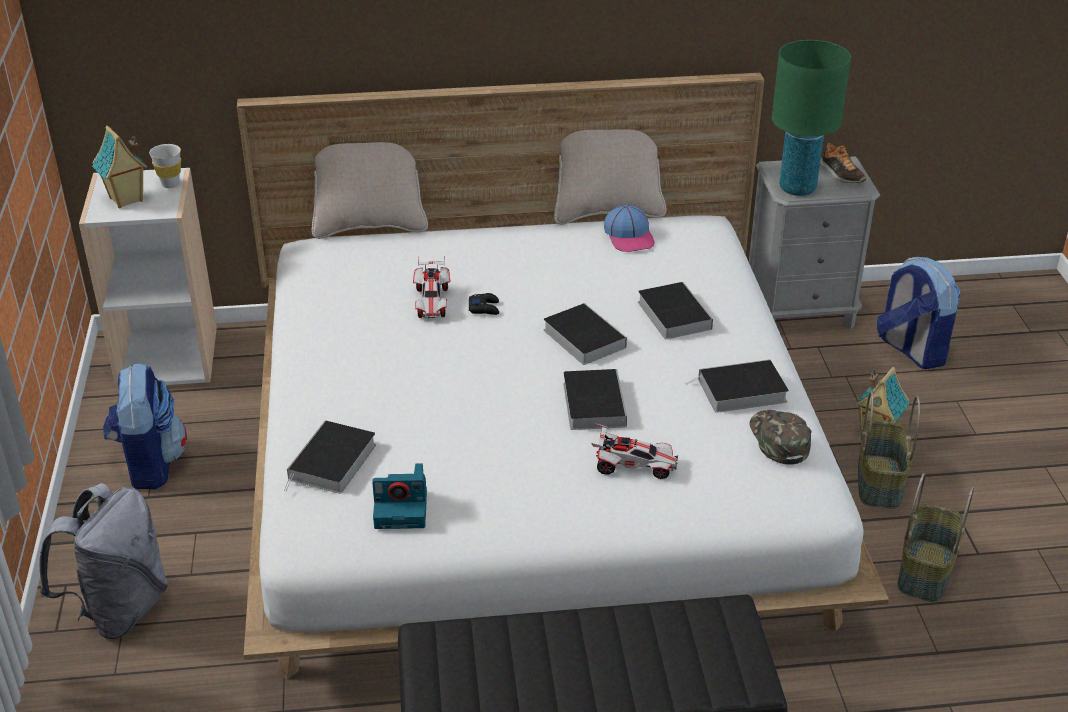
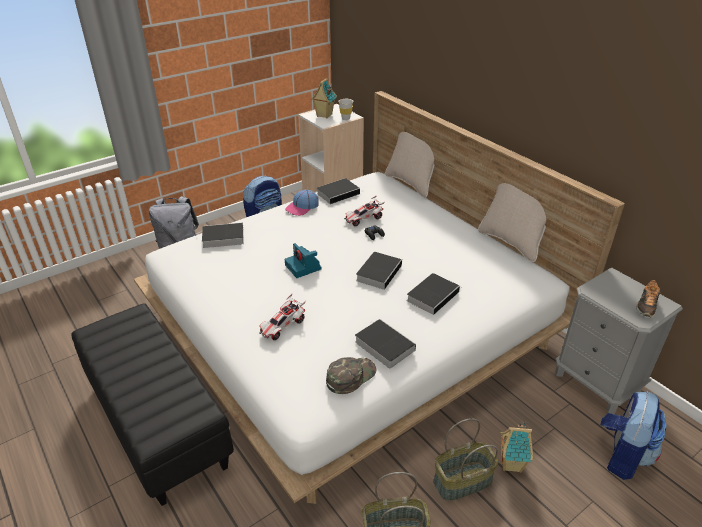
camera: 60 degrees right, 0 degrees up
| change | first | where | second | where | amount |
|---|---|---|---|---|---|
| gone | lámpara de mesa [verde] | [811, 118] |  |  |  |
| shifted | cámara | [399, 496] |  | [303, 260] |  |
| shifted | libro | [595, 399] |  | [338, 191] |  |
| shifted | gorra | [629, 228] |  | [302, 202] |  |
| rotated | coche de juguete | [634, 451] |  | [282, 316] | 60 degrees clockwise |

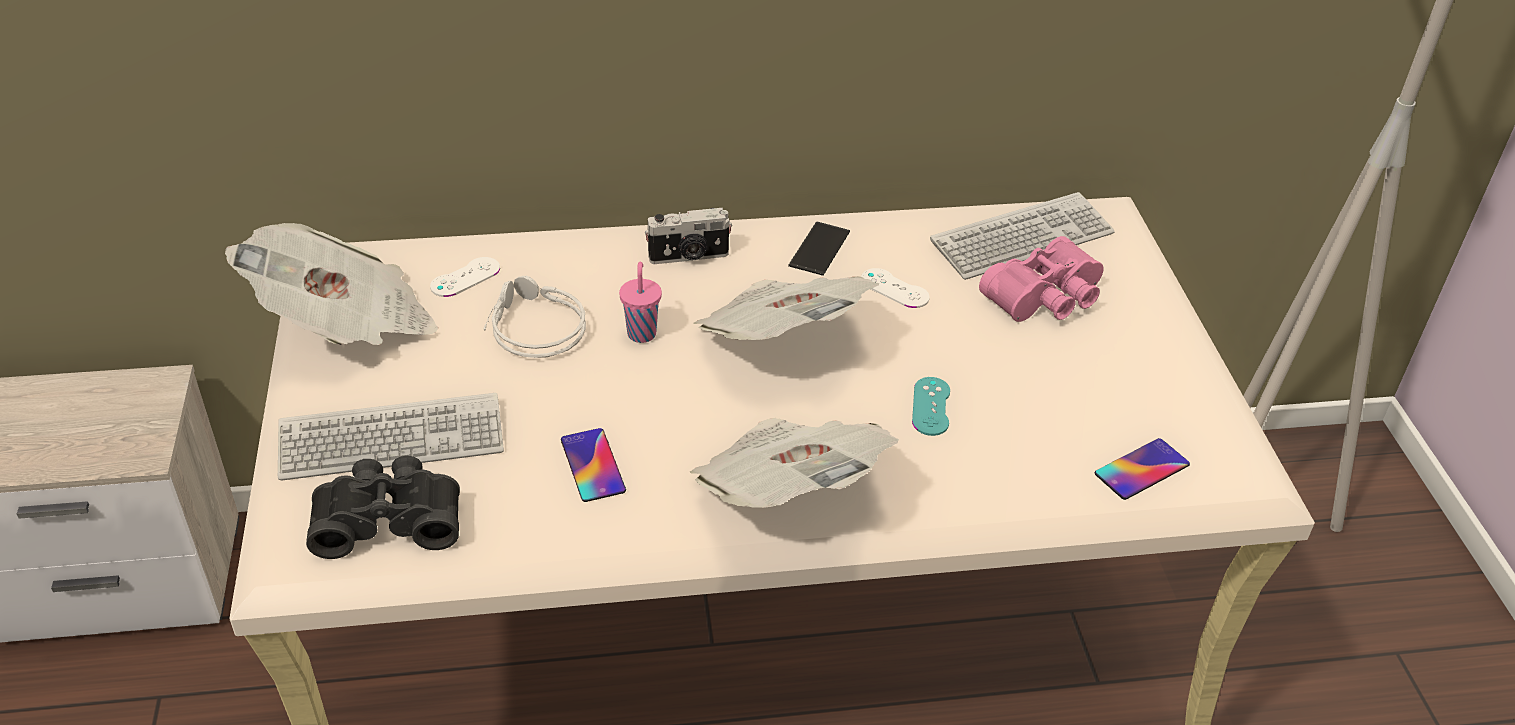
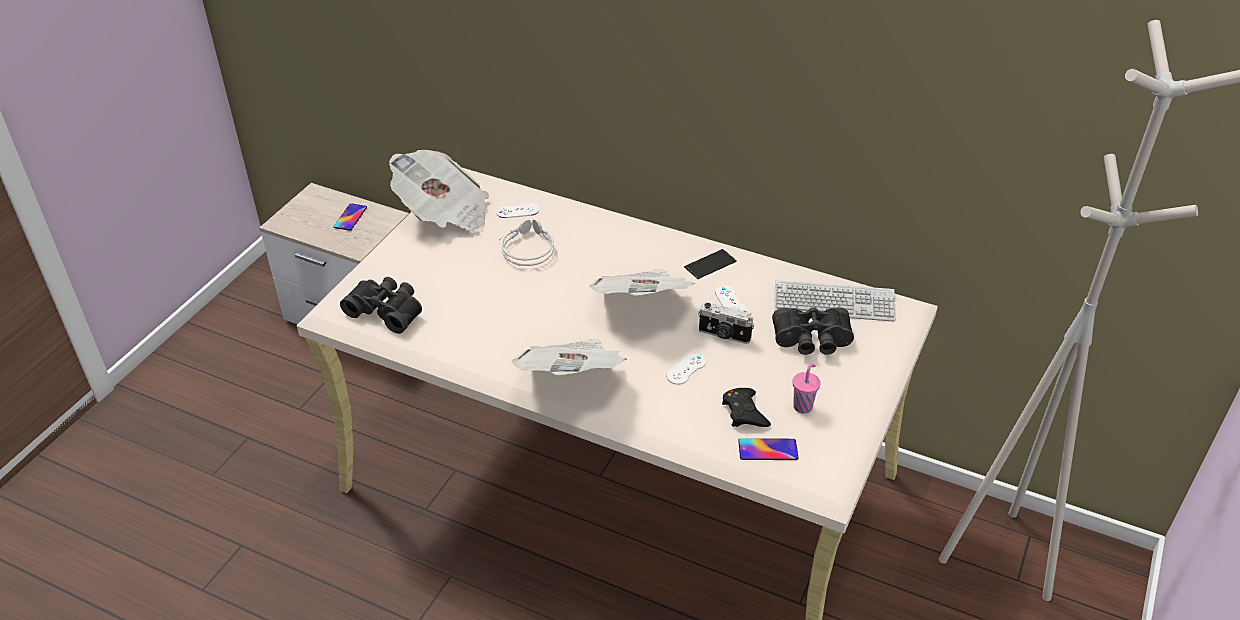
camera: 35 degrees right, 0 degrees up
| change | first | where | second | where | amount |
|---|---|---|---|---|---|
| gone | teclado | [391, 436] |  |  |  |
| new |  |  | mando de consola [negro] | [746, 407] |  |
| shifted | móvil | [593, 465] |  | [350, 217] |  |
| shifted | taza [rosa] | [640, 302] |  | [806, 389] |  |
| shifted | cámara | [688, 236] |  | [726, 323] |  |
| repainted | mando de consola [turquesa] | [931, 406] | mando de consola [blanco] | [686, 369] |  |
| repainted | prismáticos [rosa] | [1041, 279] | prismáticos [negro] | [813, 331] |  |

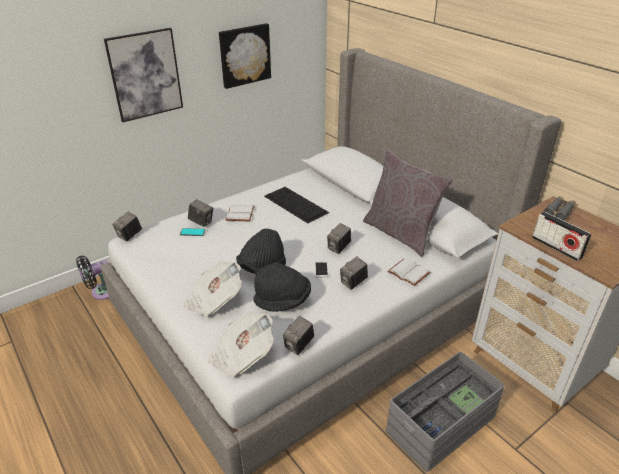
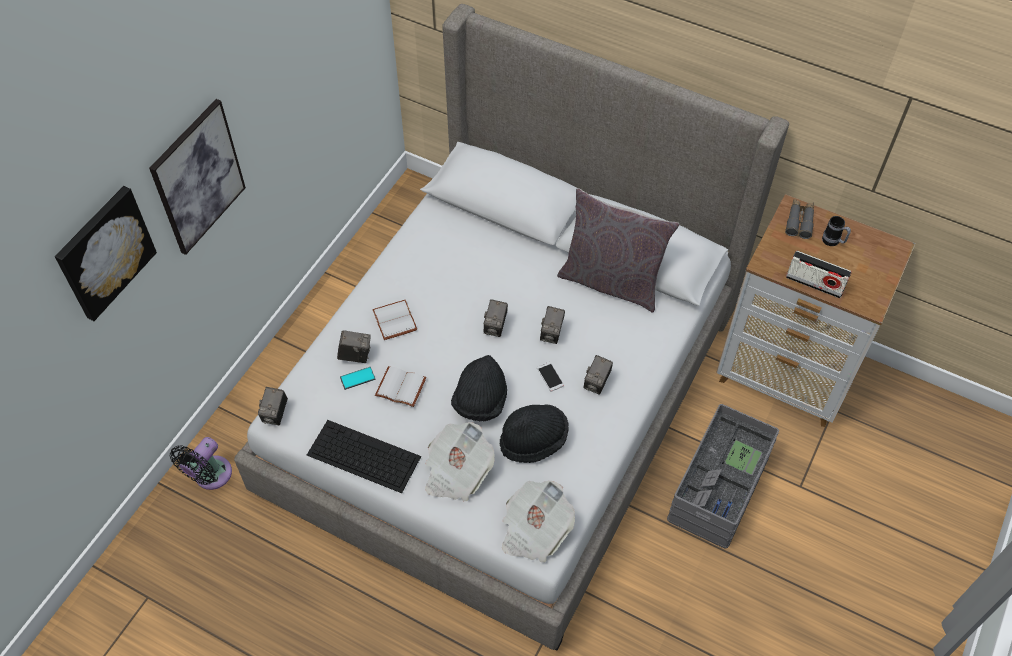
camera: 25 degrees left, 20 degrees up
| change | first | where | second | where | amount |
|---|---|---|---|---|---|
| new |  |  | taza grande | [836, 231] |  |
| shifted | cuadro | [245, 56] |  | [106, 253] |  |
| shifted | teclado | [296, 205] |  | [364, 456] |  |
| shifted | cámara | [298, 335] |  | [496, 318] |  |
| shifted | libro [blanco] | [408, 272] |  | [401, 386] |  |

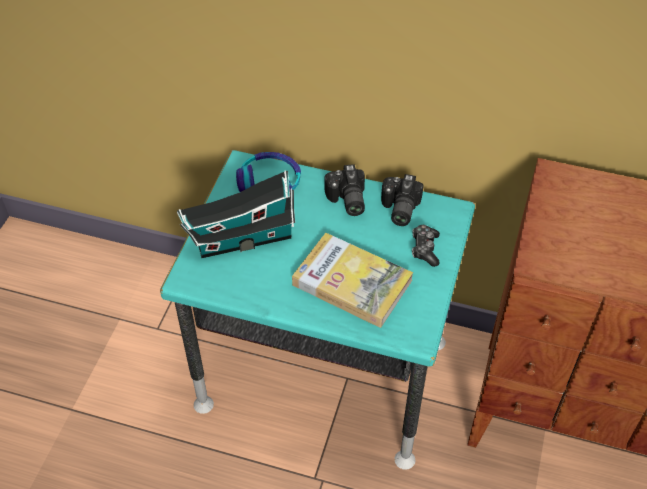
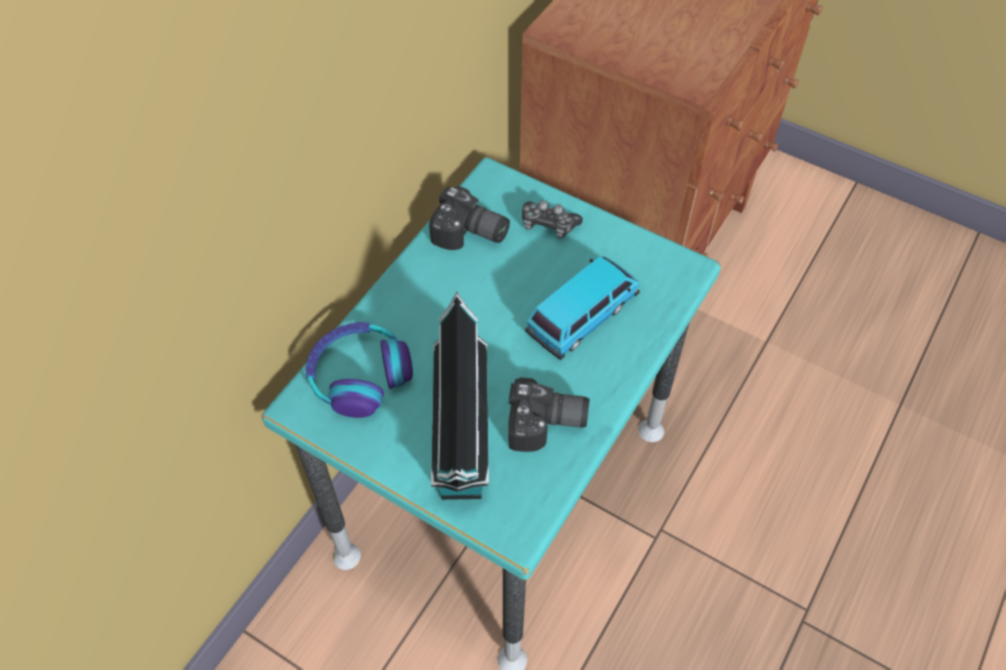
camera: 75 degrees left, 5 degrees up
| change | first | where | second | where | amount |
|---|---|---|---|---|---|
| shifted | cámara | [344, 190] |  | [549, 414] |  |
| swapped | libro | [352, 280] | coche de juguete | [582, 308] |  |

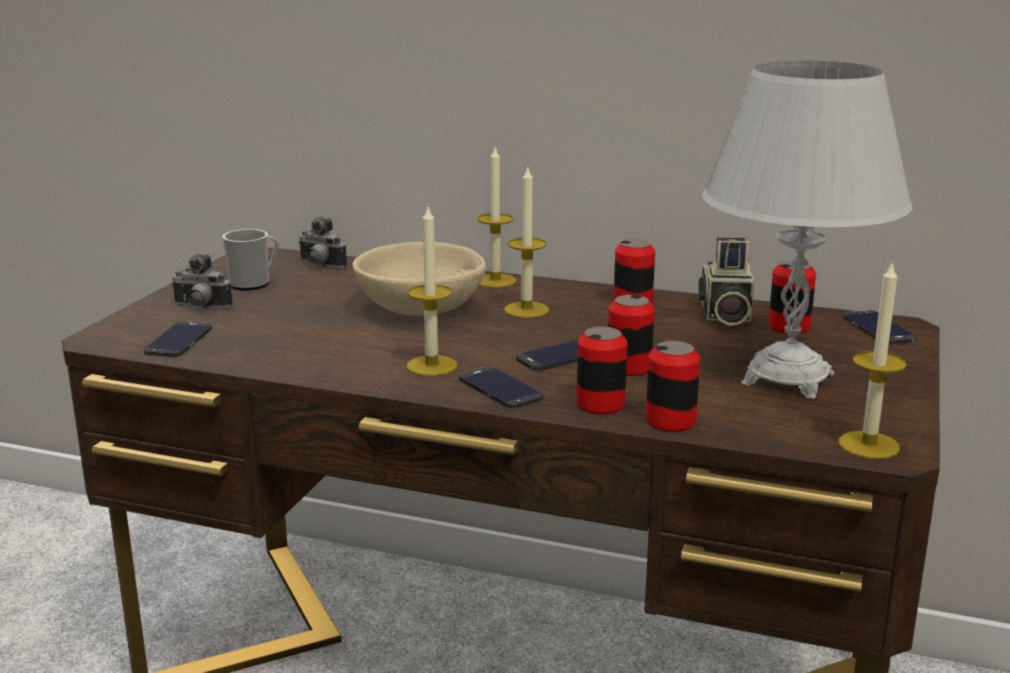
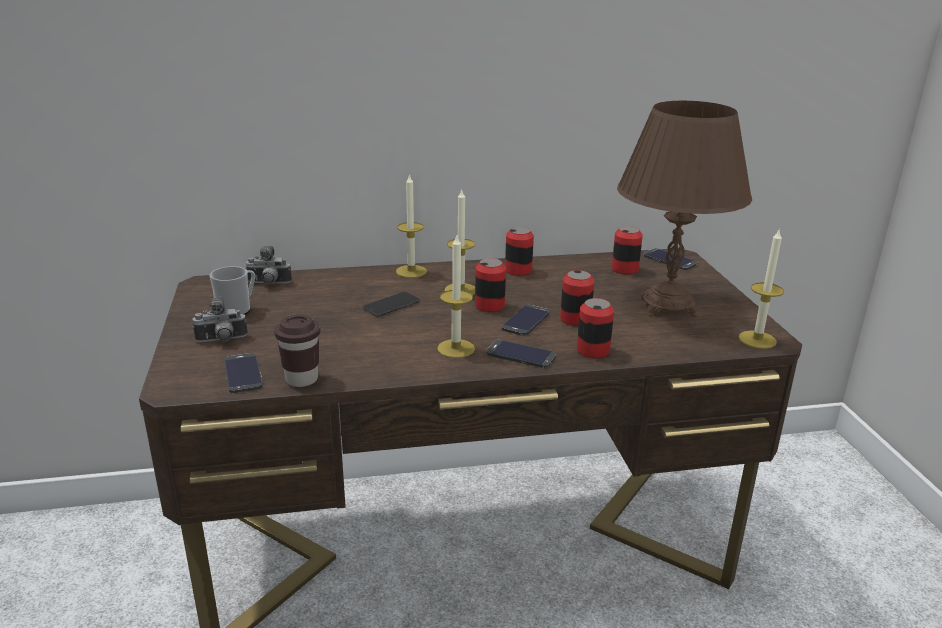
camera: 30 degrees left, 5 degrees up
| change | first | where | second | where | amount |
|---|---|---|---|---|---|
| gone | cámara | [726, 281] |  |  |  |
| new |  |  | taza [marrón] | [297, 350] |  |
| shifted | lata | [673, 386] |  | [490, 285] |  |
| swapped | cuenco [beis] | [419, 279] | móvil | [391, 304] |  |
| repainted | lámpara de mesa [blanco] | [807, 229] | lámpara de mesa [marrón] | [684, 209] |  |

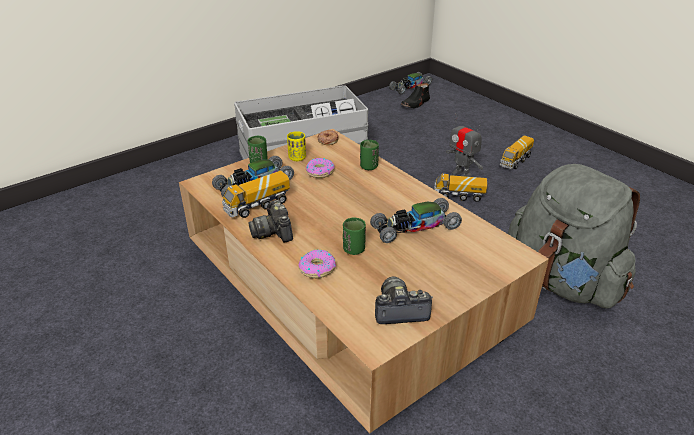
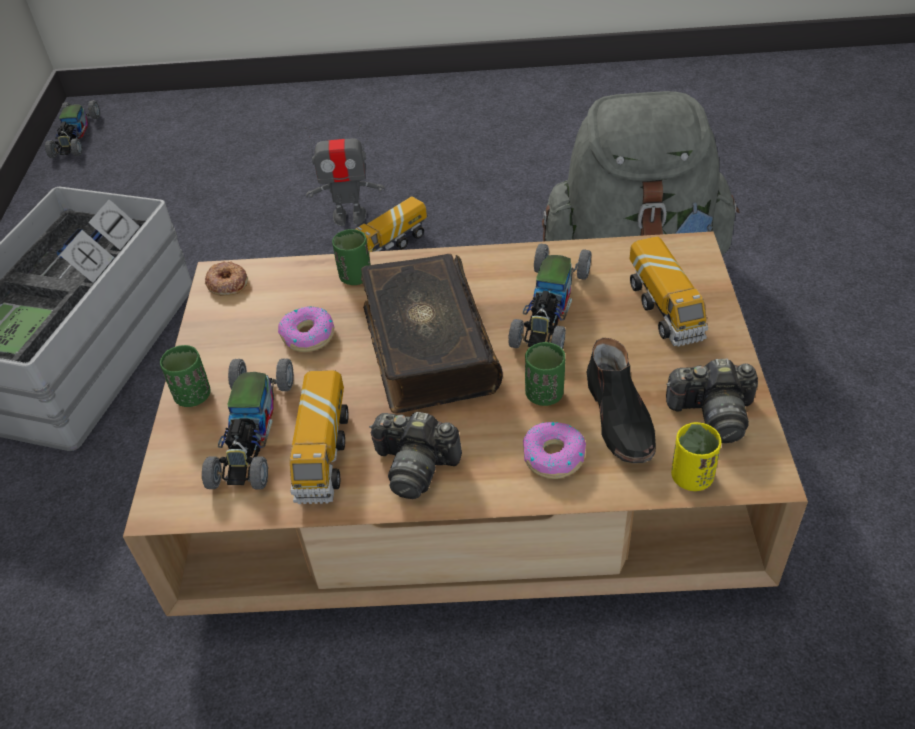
camera: 50 degrees left, 10 degrees up
| change | first | where | second | where | amount |
|---|---|---|---|---|---|
| new |  |  | libro | [432, 333] |  |
| shifted | taza [amarillo] | [296, 146] |  | [696, 456] |  |
| shifted | zapato [negro] | [415, 95] |  | [621, 400] |  |
| shifted | camión de juguete | [517, 152] |  | [669, 291] |  |
| rotated | cámara | [404, 300] |  | [712, 400] | 120 degrees counterclockwise |

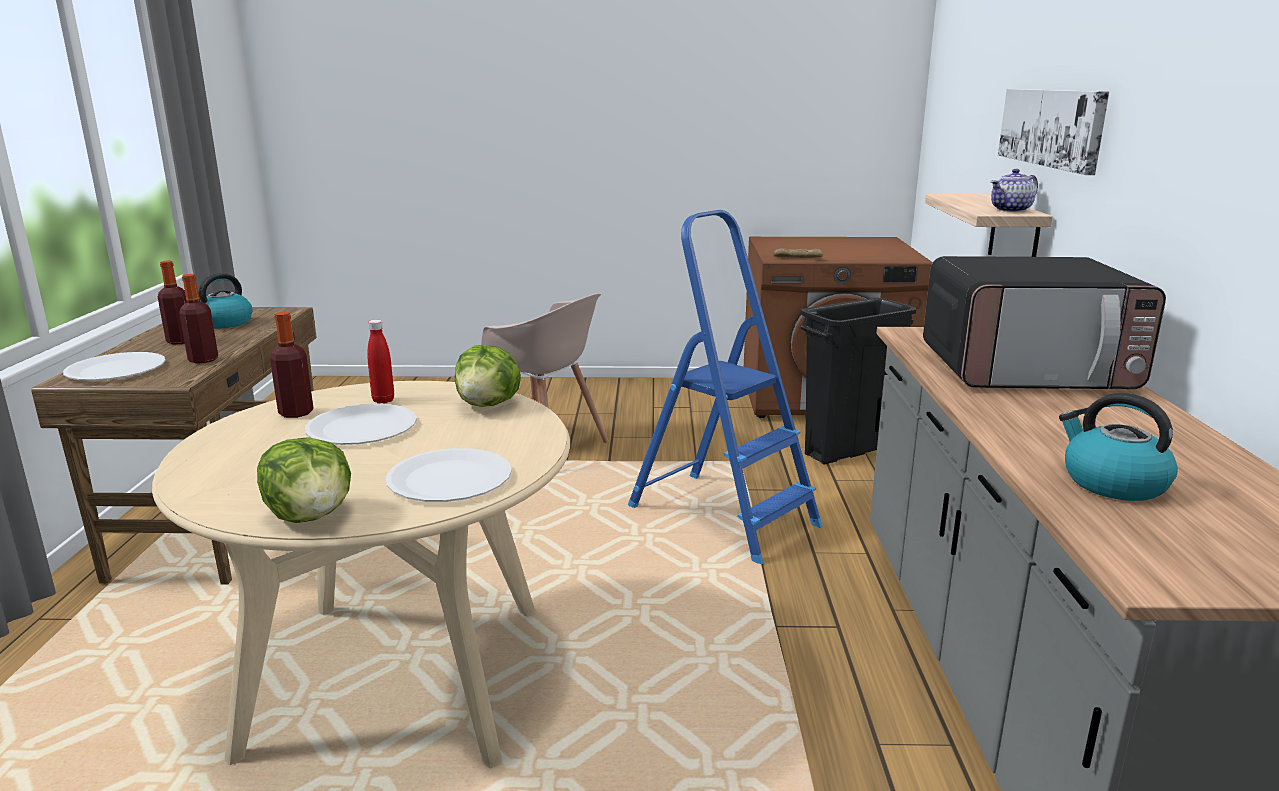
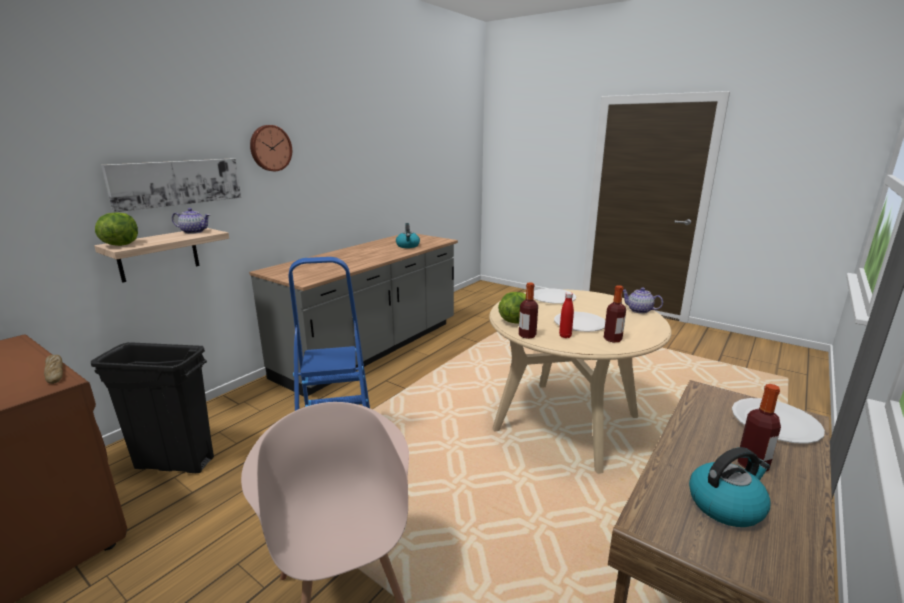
camera: 145 degrees left, 0 degrees up
| change | first | where | second | where | amount |
|---|---|---|---|---|---|
| gone | microondas | [1044, 322] |  |  |  |
| new |  |  | reloj de pared | [271, 148] |  |
| new |  |  | tetera | [643, 301] |  |
| shifted | botella | [198, 319] |  | [528, 311] |  |
| shifted | lechuga | [304, 480] |  | [116, 229] |  |

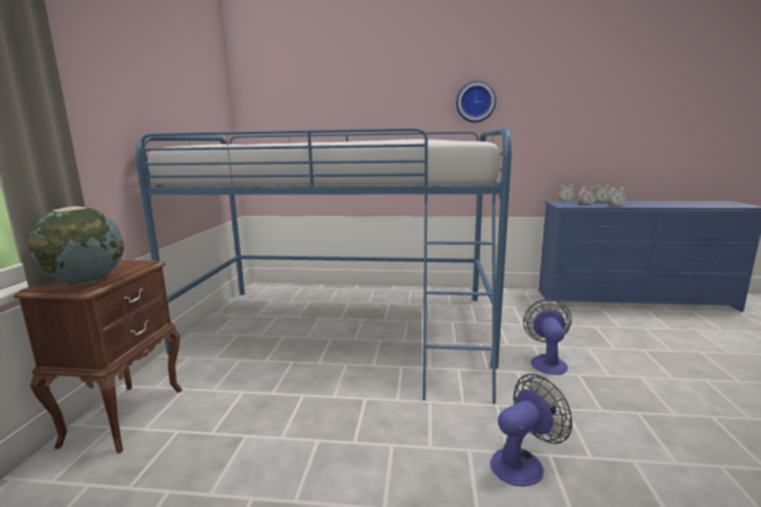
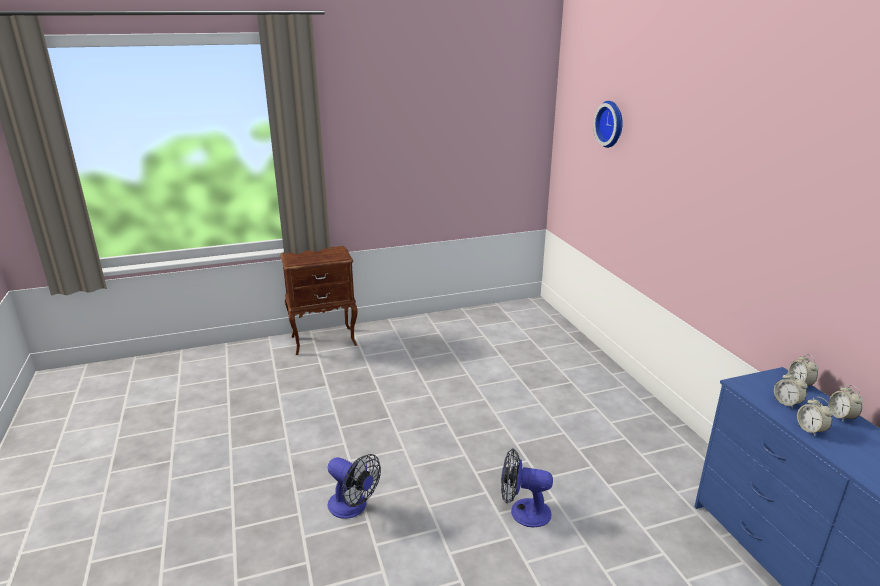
camera: 65 degrees right, 10 degrees up
| change | first | where | second | where | amount |
|---|---|---|---|---|---|
| gone | globo terráqueo | [76, 245] |  |  |  |
| gone | cama [azul] | [323, 265] |  |  |  |
| shifted | reloj de pared | [476, 102] |  | [608, 124] |  |
| rotated | ventilador | [547, 337] |  | [527, 488] | 150 degrees counterclockwise |

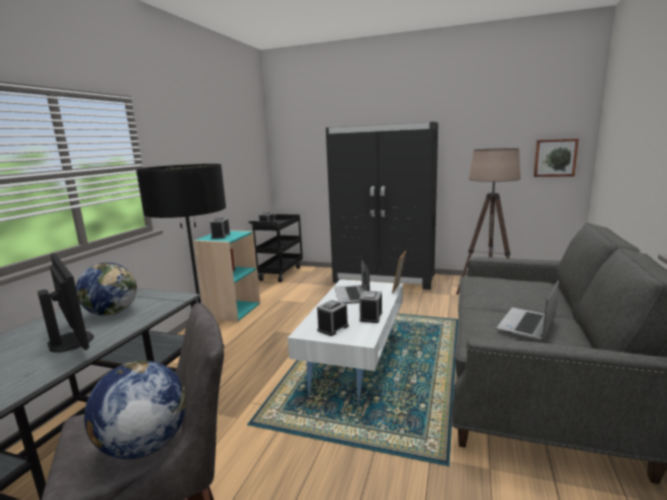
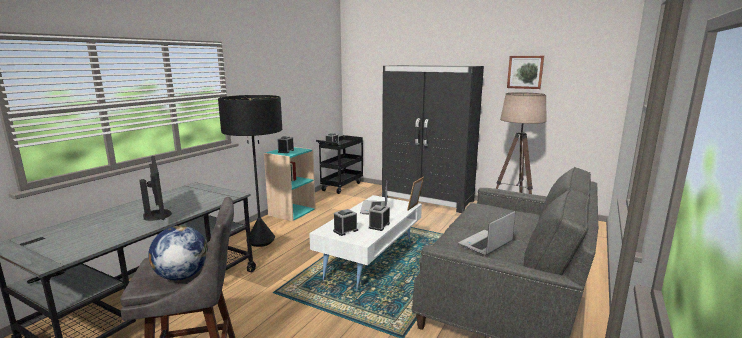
camera: 10 degrees right, 0 degrees up
| change | first | where | second | where | amount |
|---|---|---|---|---|---|
| gone | globo terráqueo | [106, 289] |  |  |  |
| shifted | cuadro | [556, 157] |  | [525, 72] |  |

